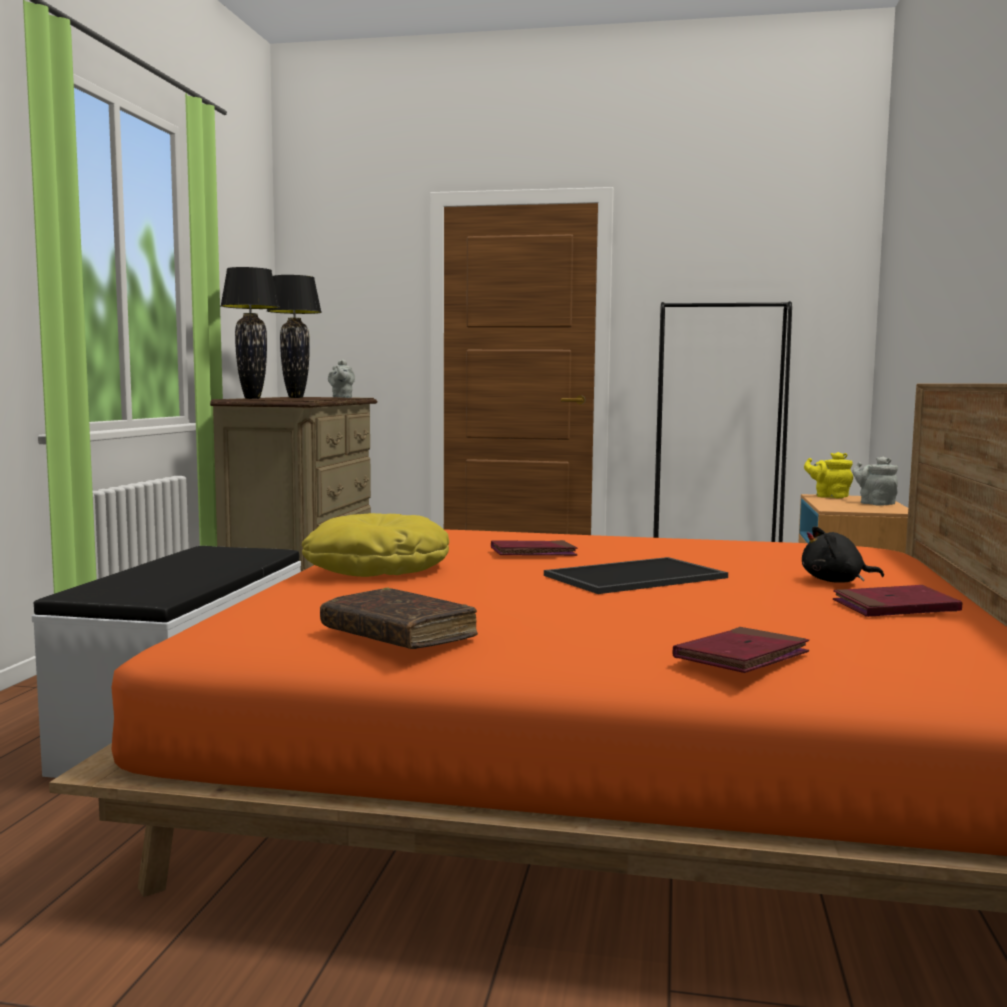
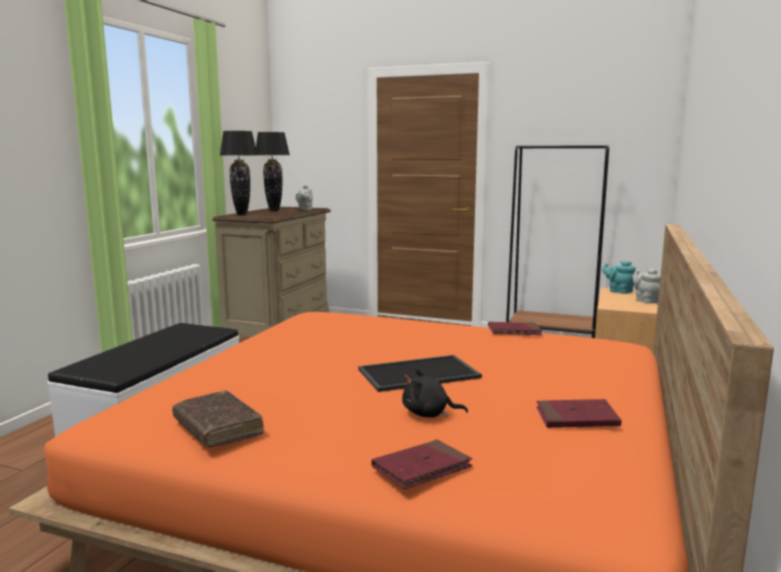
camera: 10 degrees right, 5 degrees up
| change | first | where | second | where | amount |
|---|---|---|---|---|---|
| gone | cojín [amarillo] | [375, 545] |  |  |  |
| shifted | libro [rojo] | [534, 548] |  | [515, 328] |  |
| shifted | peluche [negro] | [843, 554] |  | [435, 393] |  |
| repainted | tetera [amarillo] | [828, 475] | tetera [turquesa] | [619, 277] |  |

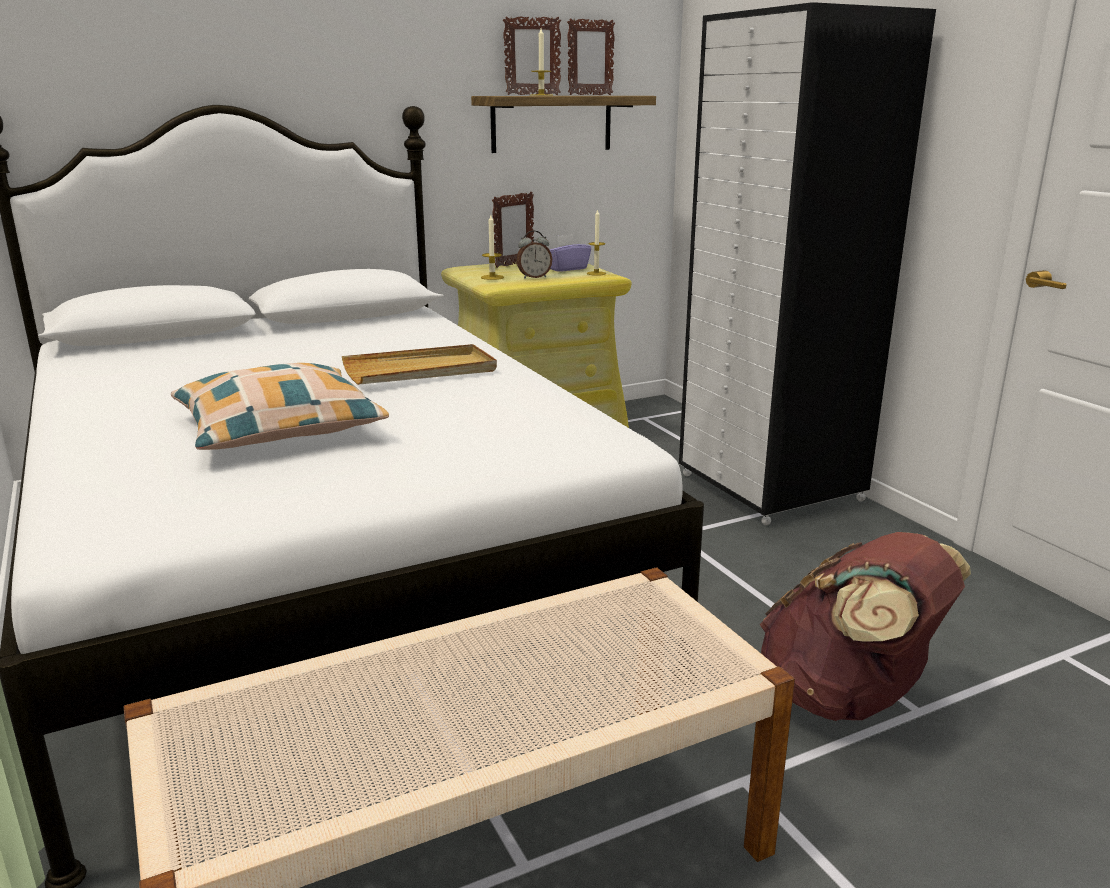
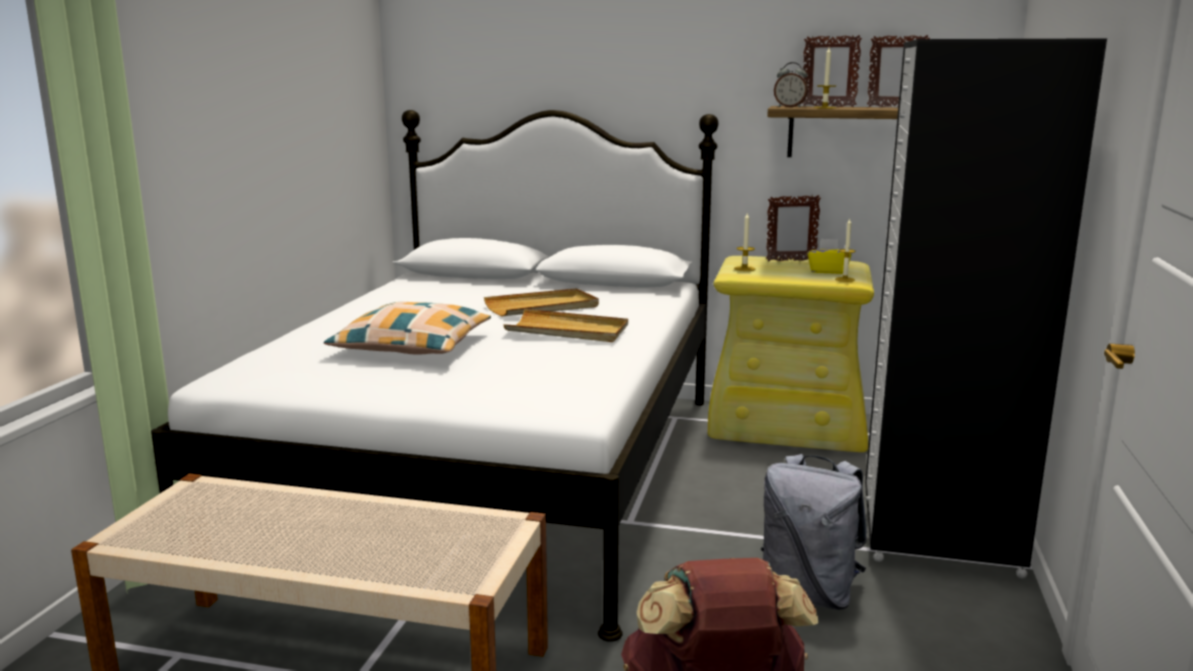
camera: 40 degrees right, 5 degrees down
| change | first | where | second | where | amount |
|---|---|---|---|---|---|
| new |  |  | bandeja [beis] | [541, 302] |  |
| new |  |  | mochila [gris] | [814, 532] |  |
| shifted | despertador | [534, 255] |  | [791, 84] |  |
| repainted | caja de pañuelos [morado] | [570, 253] | caja de pañuelos [amarillo] | [829, 256] |  |

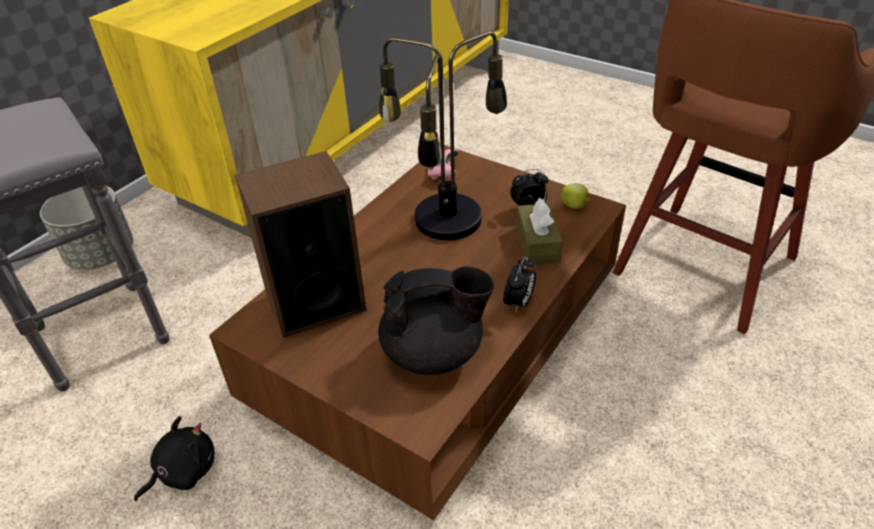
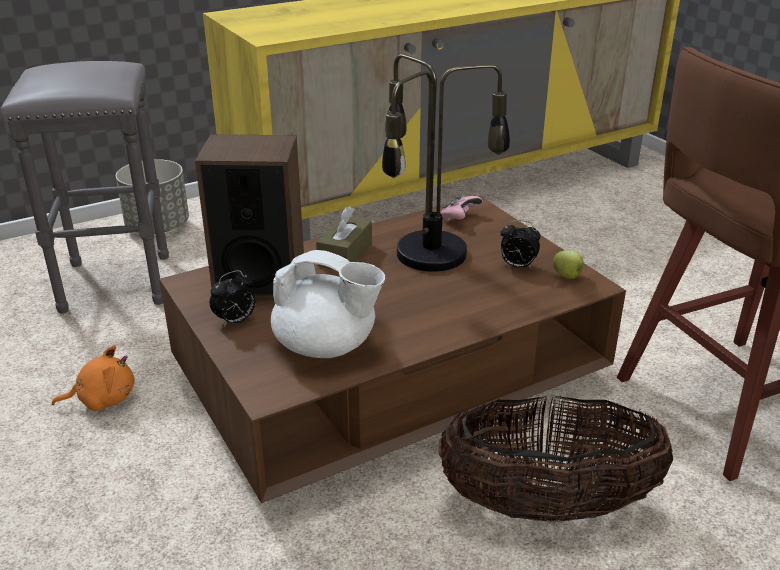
camera: 25 degrees right, 10 degrees down
| change | first | where | second | where | amount |
|---|---|---|---|---|---|
| new |  |  | cesta | [555, 458] |  |
| shifted | despertador | [519, 284] |  | [232, 298] |  |
| shifted | caja de pañuelos [marrón] | [539, 231] |  | [344, 237] |  |
| repainted | peluche [negro] | [174, 458] | peluche [naranja] | [93, 378] |  |
| repainted | tetera [negro] | [436, 320] | tetera [blanco] | [328, 304] |  |

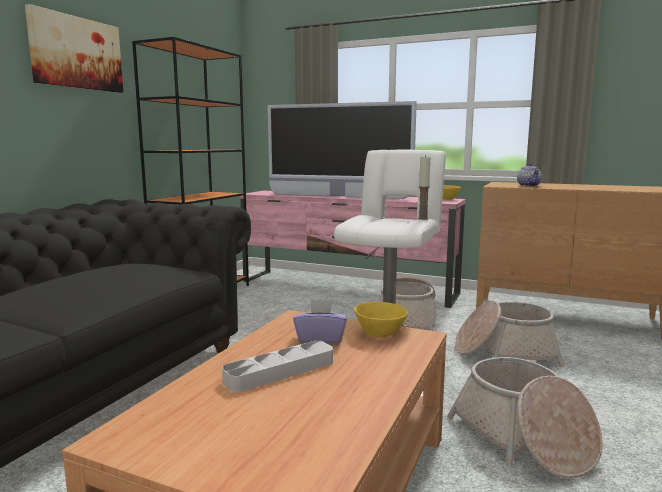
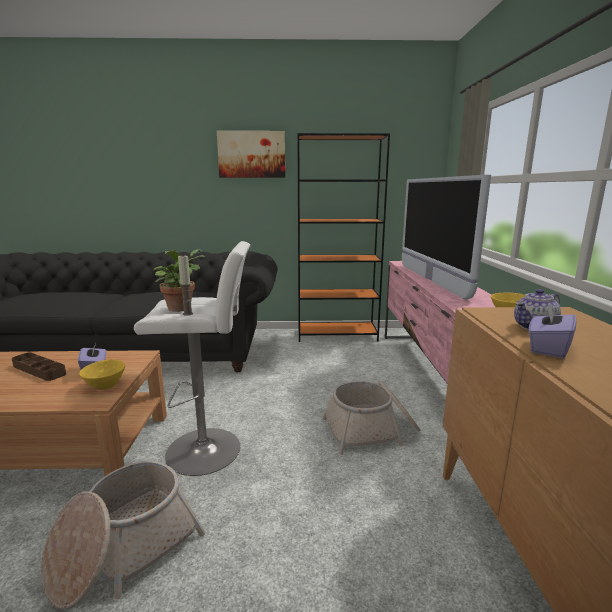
camera: 65 degrees right, 5 degrees up
| change | first | where | second | where | amount |
|---|---|---|---|---|---|
| gone | cesta | [509, 334] |  |  |  |
| new |  |  | planta en maceta | [179, 280] |  |
| new |  |  | caja de pañuelos [morado] | [552, 330] |  |
| repainted | bandeja [gris] | [277, 366] | bandeja [marrón] | [39, 367] |  |

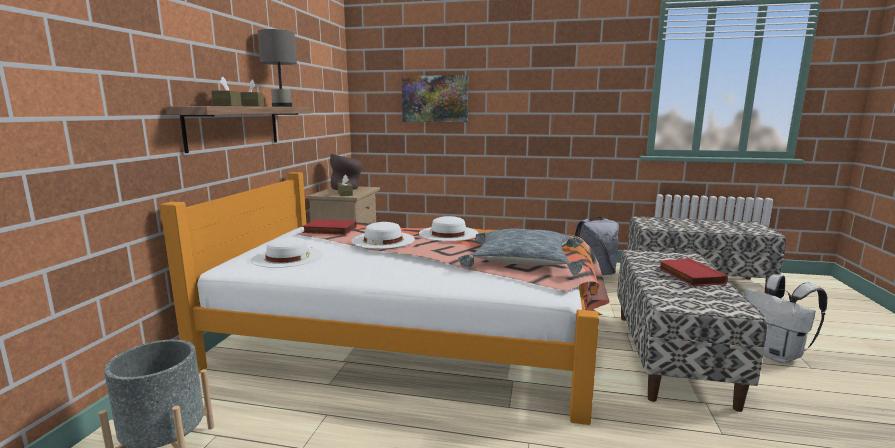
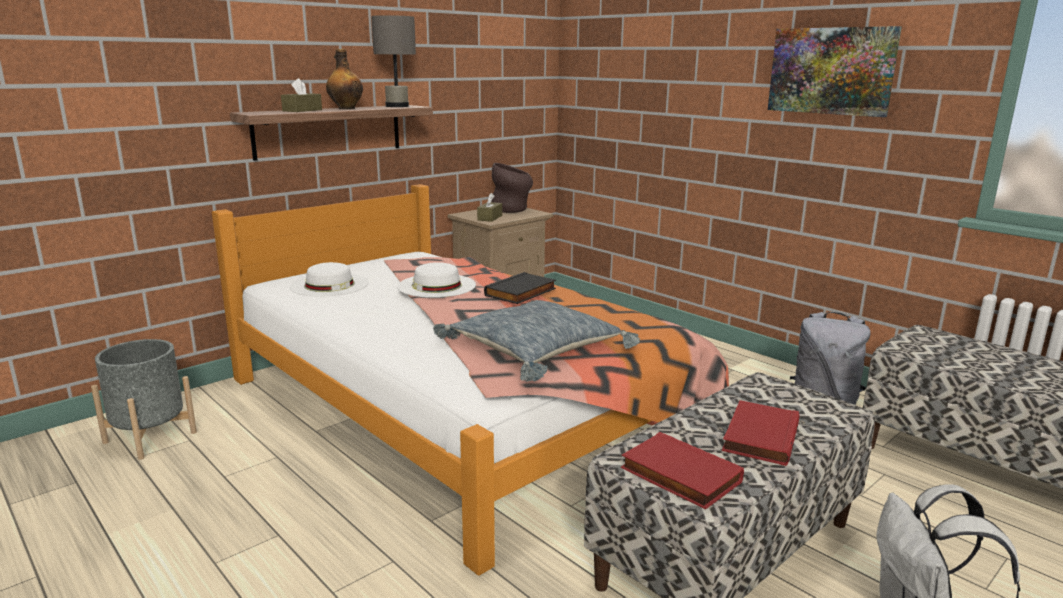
camera: 35 degrees right, 5 degrees up
| change | first | where | second | where | amount |
|---|---|---|---|---|---|
| shifted | libro [rojo] | [329, 227] |  | [682, 470] |  |
| shifted | cuadro | [435, 98] |  | [835, 71] |  |
| swapped | caja de pañuelos [marrón] | [252, 93] | botella | [344, 79] |  |
| swapped | sombrero [blanco] | [448, 228] | libro [negro] | [520, 288] |  |

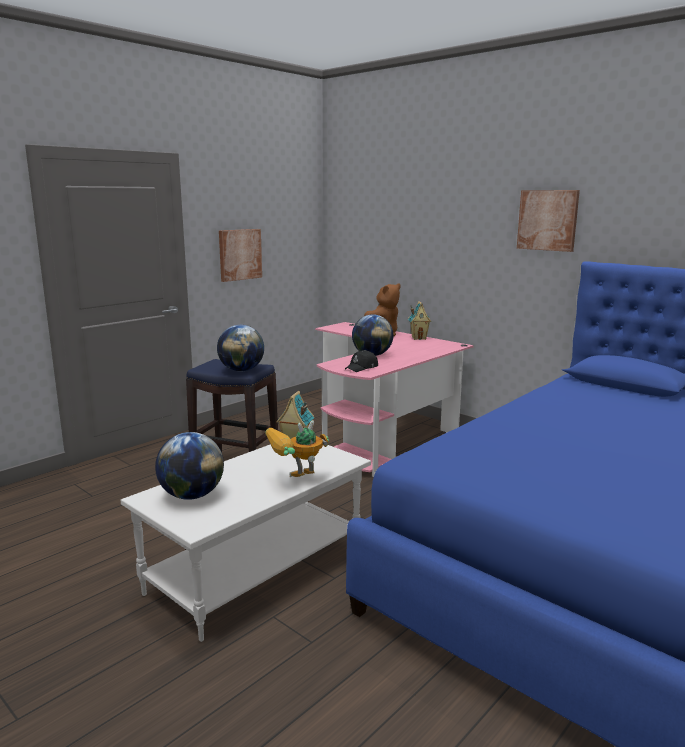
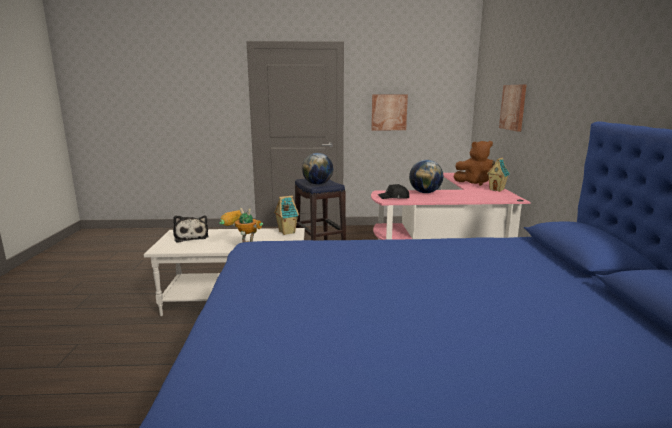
camera: 45 degrees right, 0 degrees up
| change | first | where | second | where | amount |
|---|---|---|---|---|---|
| shifted | cuadro | [548, 221] |  | [513, 108] |  |
| swapped | globo terráqueo | [189, 466] | peluche | [191, 229] |  |

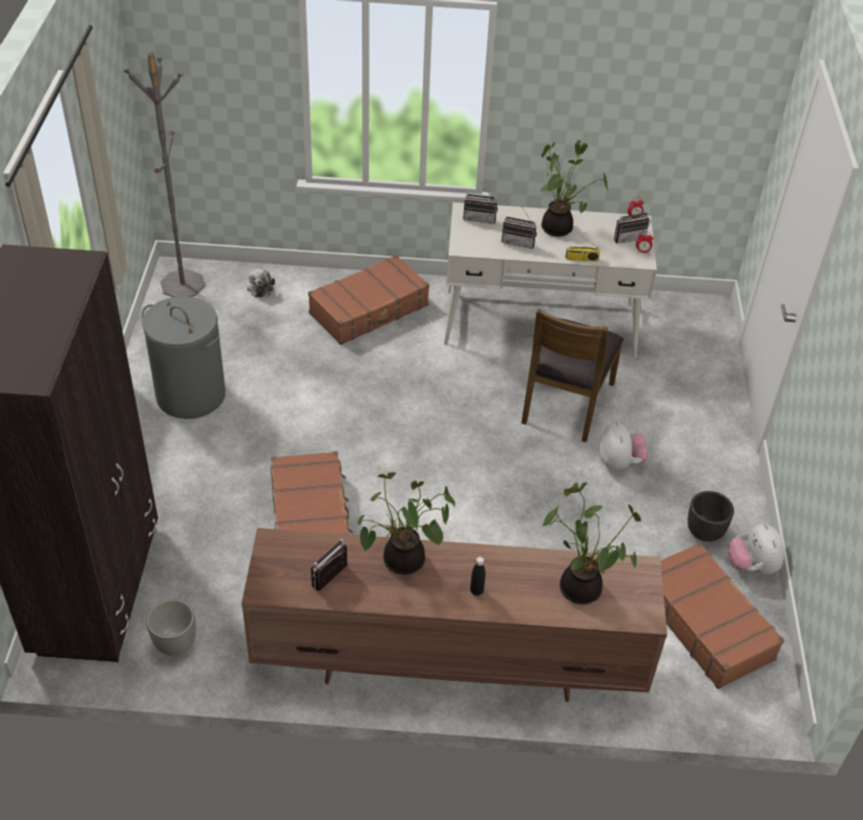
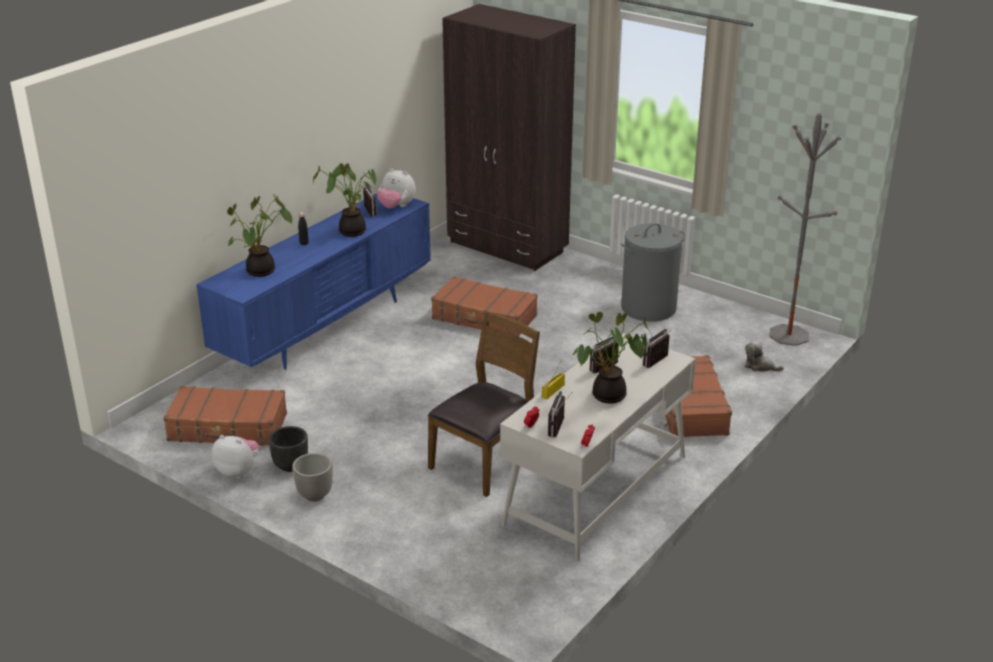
camera: 125 degrees right, 15 degrees down
| change | first | where | second | where | amount |
|---|---|---|---|---|---|
| shifted | maceta | [171, 627] |  | [312, 477] |  |
| shifted | peluche | [623, 445] |  | [396, 188] |  |
| repainted | armario [marrón] | [454, 615] | armario [azul] | [313, 281] |  |
| rotated | silla [marrón] | [572, 375] |  | [484, 404] | 75 degrees clockwise |

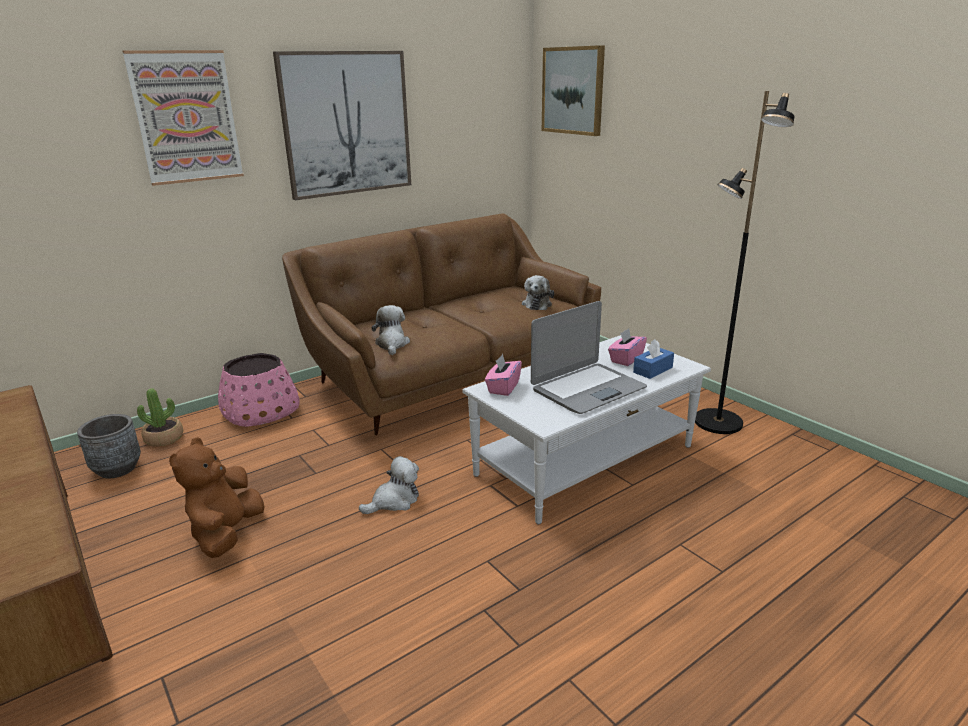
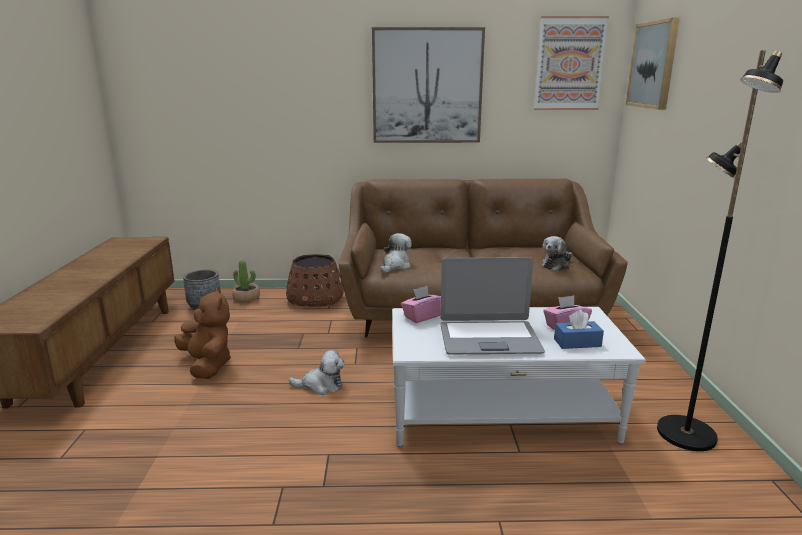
camera: 35 degrees right, 5 degrees down
| change | first | where | second | where | amount |
|---|---|---|---|---|---|
| shifted | cuadro | [183, 118] |  | [571, 63] |  |
| repainted | maceta [rosa] | [259, 390] | maceta [marrón] | [315, 280] |  |
| rotated | peluche [marrón] | [217, 497] |  | [202, 333] | 105 degrees clockwise |

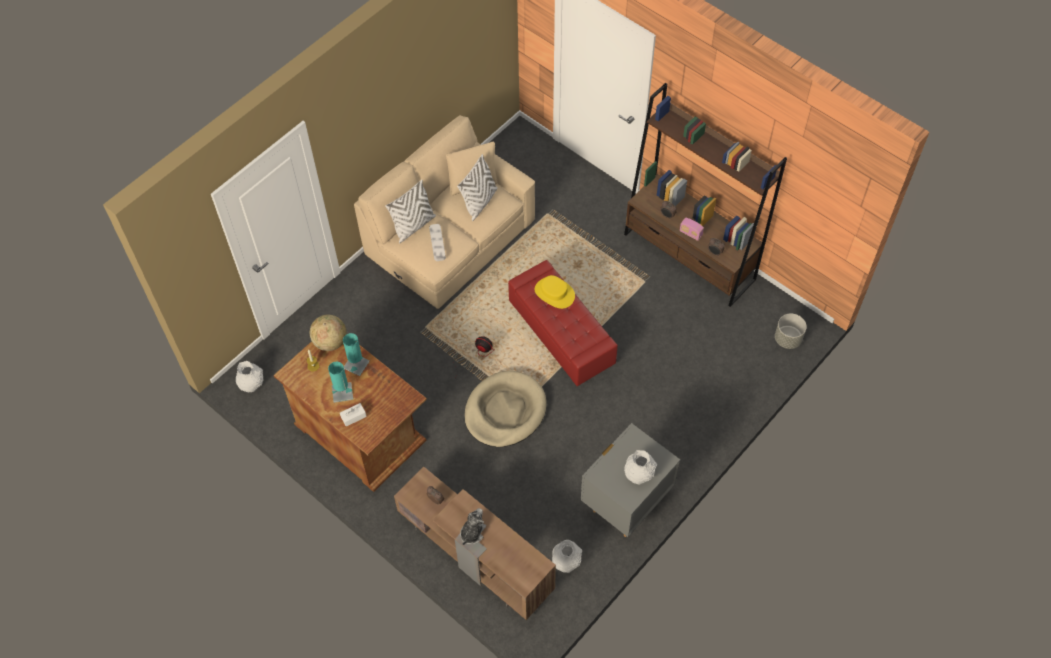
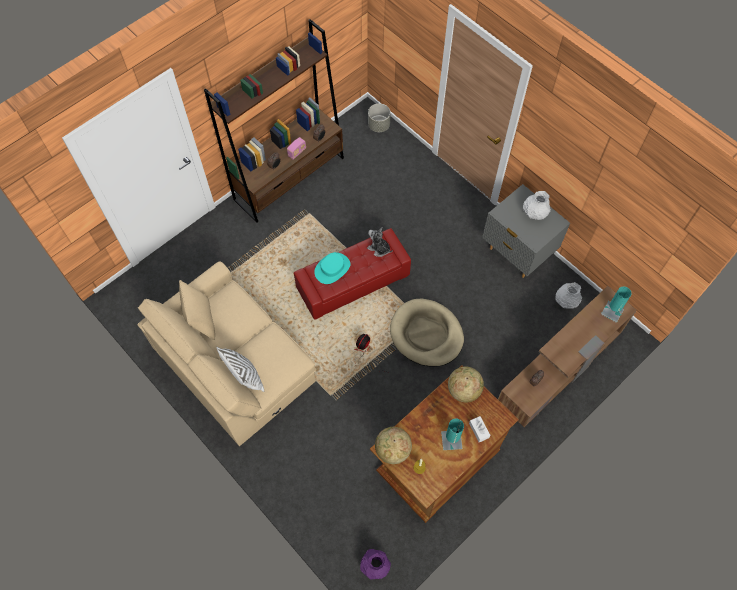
camera: 85 degrees left, 5 degrees up
| change | first | where | second | where | amount |
|---|---|---|---|---|---|
| gone | bandeja [gris] | [437, 242] |  |  |  |
| gone | cojín [blanco] | [477, 187] |  |  |  |
| new |  |  | globo terráqueo | [466, 384] |  |
| shifted | lámpara de mesa [turquesa] | [356, 354] |  | [616, 304] |  |
| shifted | peluche | [473, 526] |  | [380, 242] |  |
| repainted | florero [blanco] | [250, 376] | florero [morado] | [375, 564] |  |
| repainted | sombrero [amarillo] | [554, 292] | sombrero [turquesa] | [332, 268] |  |

